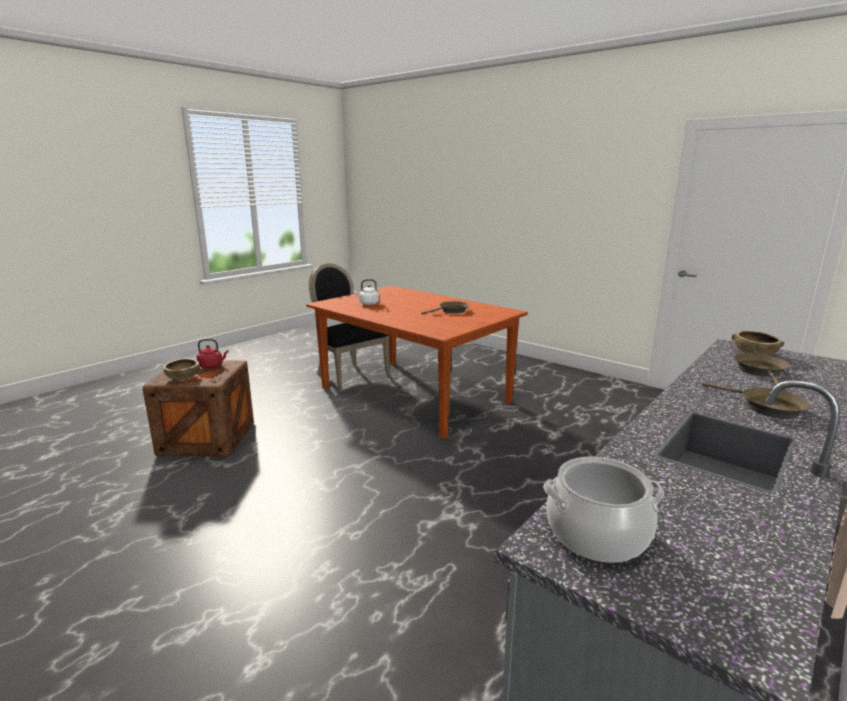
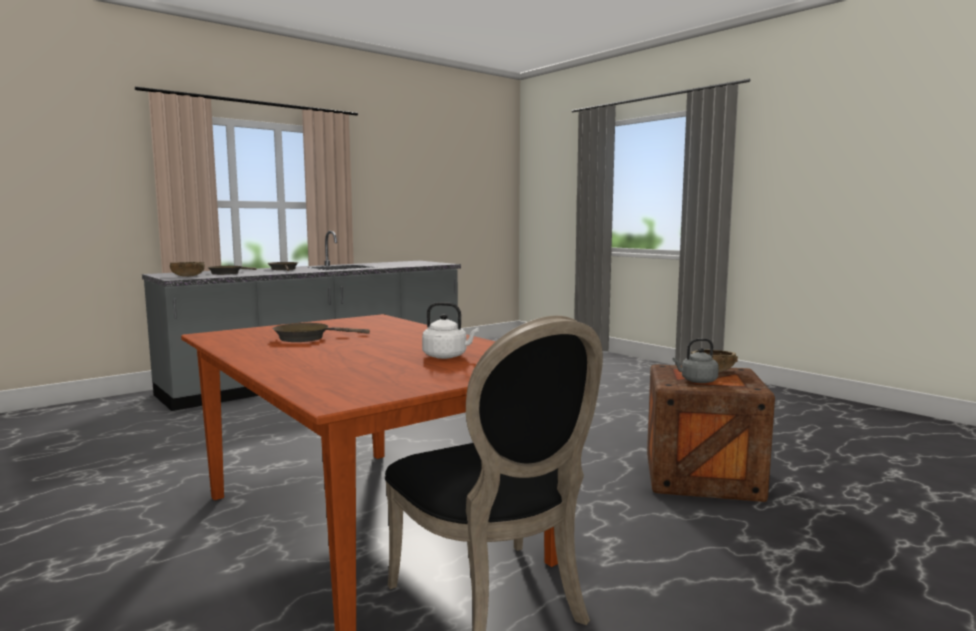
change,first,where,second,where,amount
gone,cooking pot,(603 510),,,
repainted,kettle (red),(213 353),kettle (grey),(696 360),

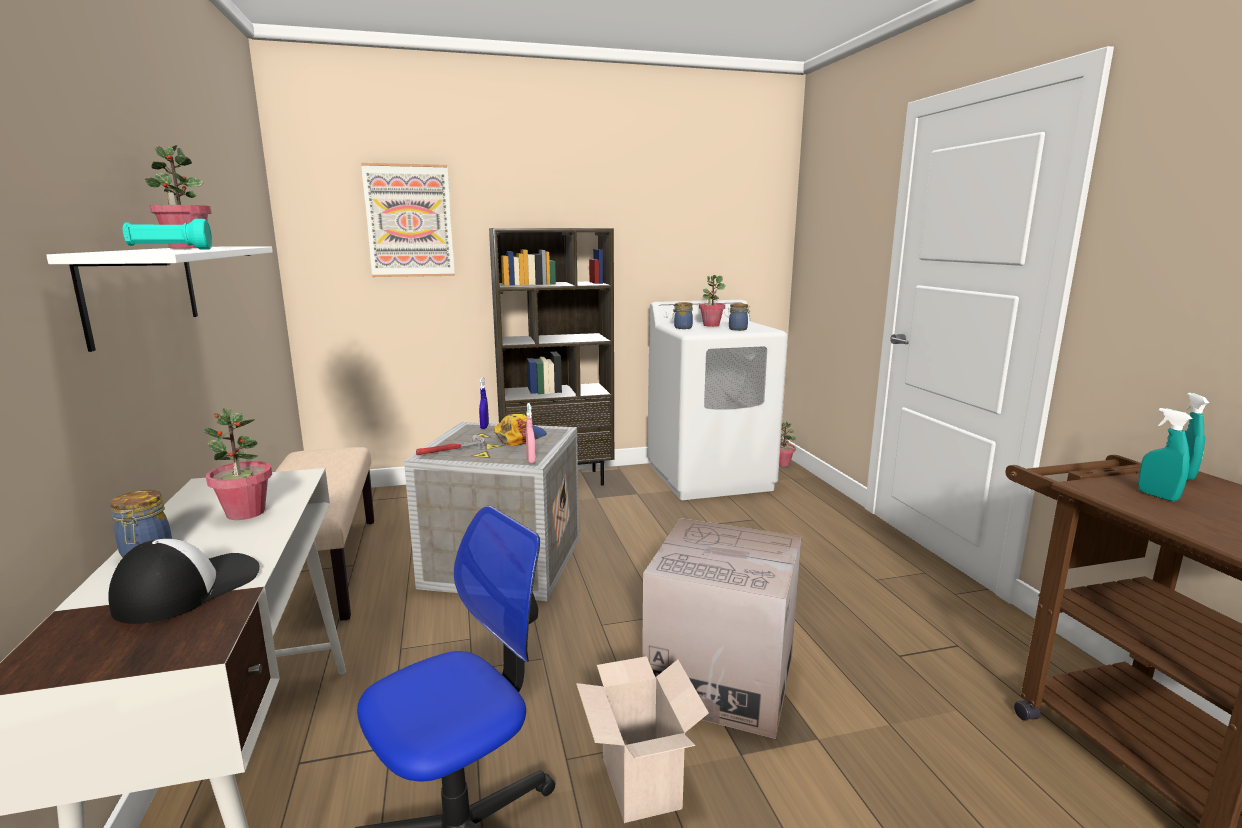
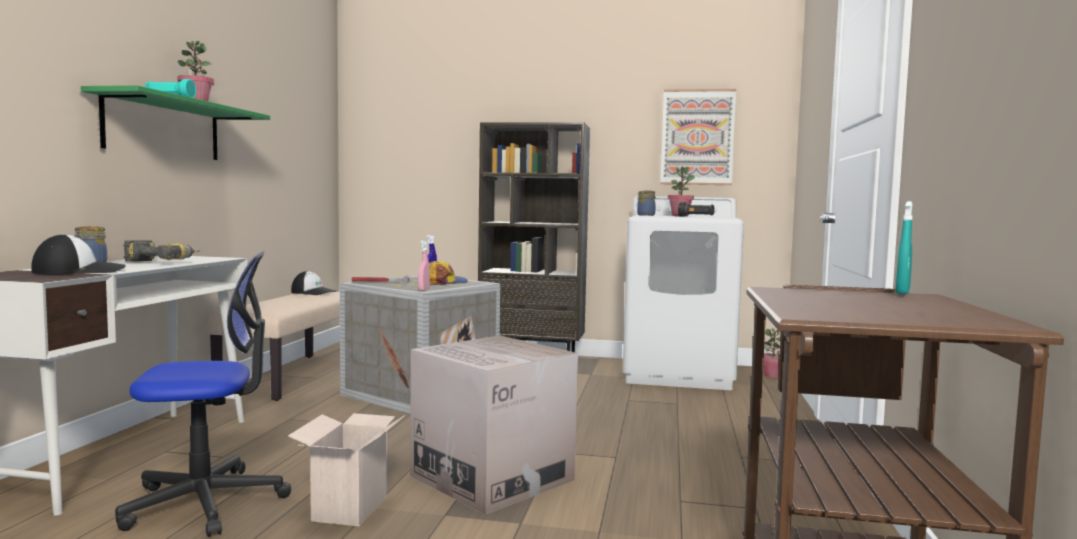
change,first,where,second,where,amount
gone,spray bottle (turquoise),(1165 454),,,
new,,,cap,(313 283),
shifted,picture,(408 220),,(698 137),
swapped,potted plant,(237 463),power drill,(161 251),
swapped,jar,(739 317),flashlight (black),(696 209),
repainted,shelf (white),(159 299),shelf (green),(175 122),

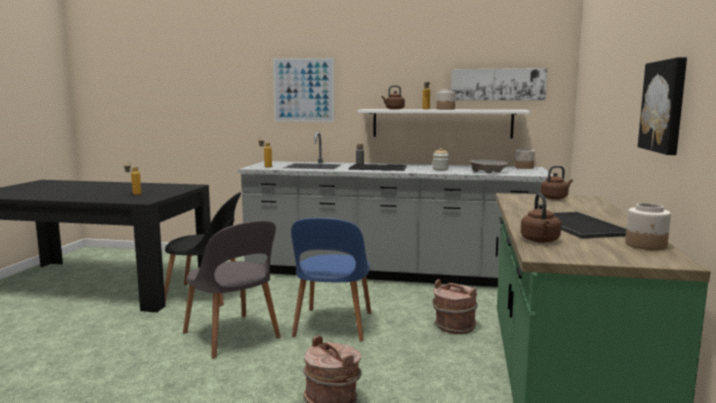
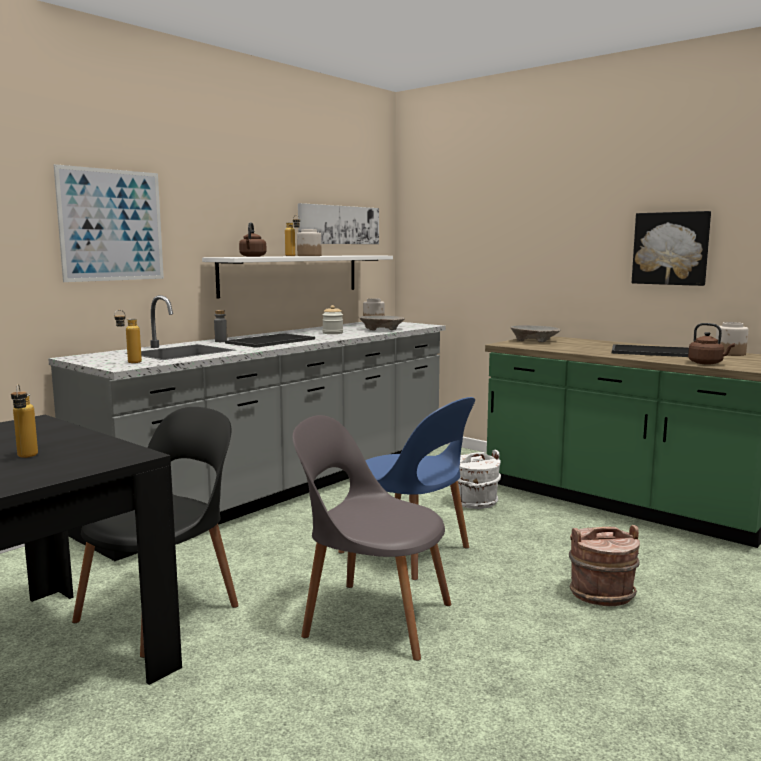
change,first,where,second,where,amount
swapped,kettle (brown),(556 182),bowl (beige),(535 333),
repainted,bucket (brown),(454 306),bucket (white),(476 479),
rotated,chair (grey),(232 290),,(372 538),150 degrees counterclockwise

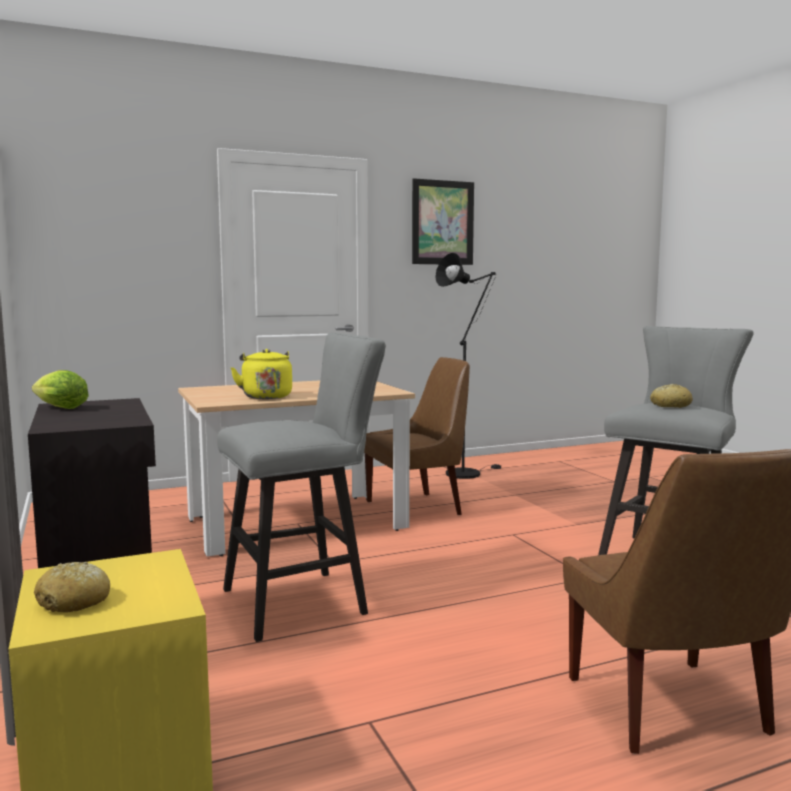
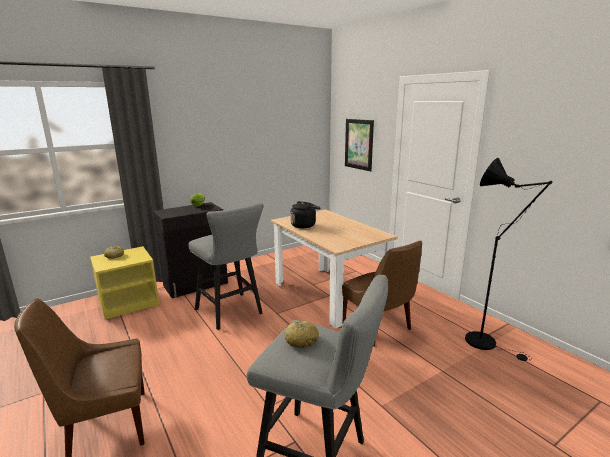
change,first,where,second,where,amount
shifted,picture,(443 221),,(359 145),
repainted,kettle (yellow),(261 374),kettle (black),(305 214),

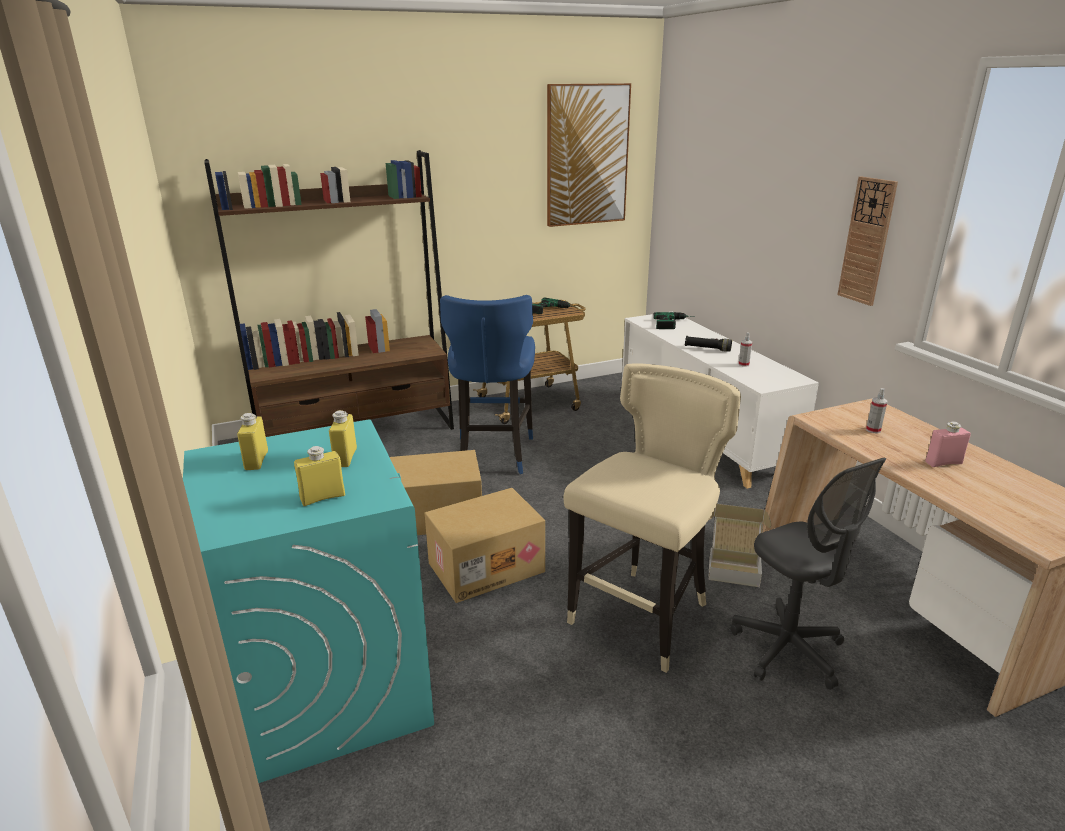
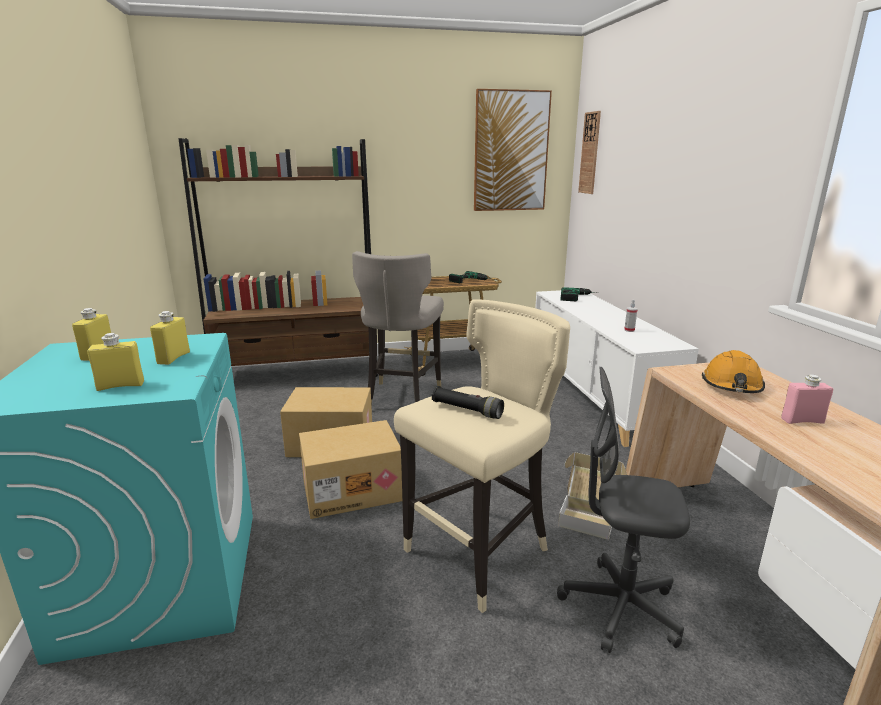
change,first,where,second,where,amount
shifted,flashlight (black),(708 344),,(468 402),
shifted,wall clock,(867 241),,(589 152),
swapped,spray bottle,(877 410),hard hat (orange),(733 371),
repainted,stool (blue),(487 384),stool (grey),(398 327),
rotated,office chair (grey),(808 574),,(623 510),120 degrees clockwise

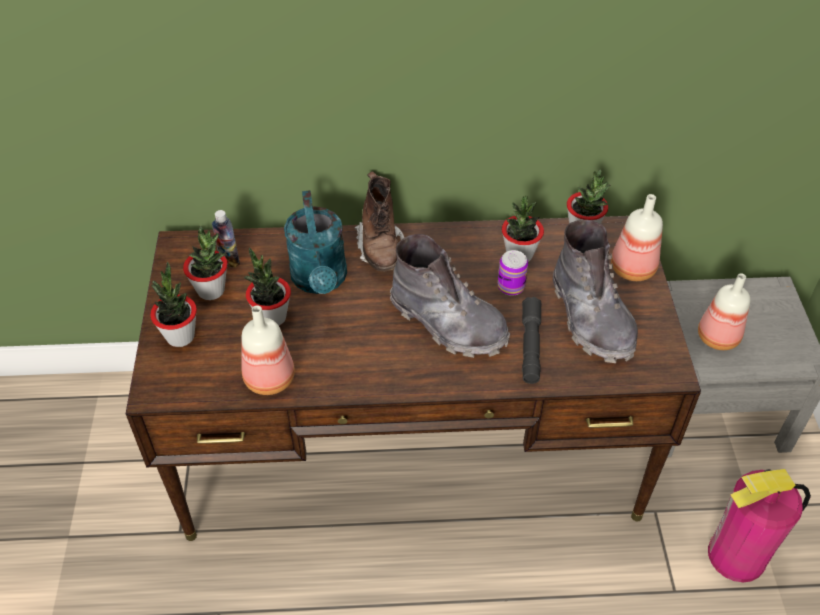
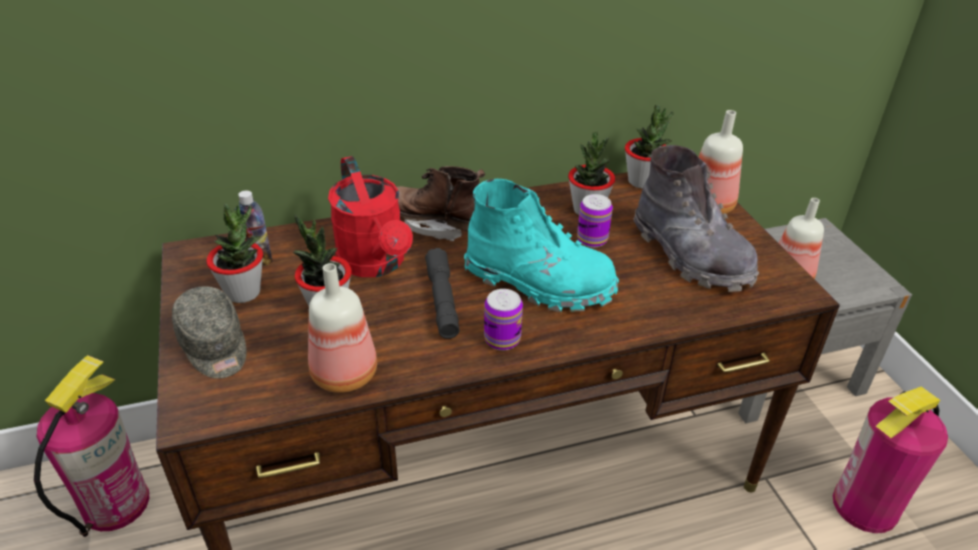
change,first,where,second,where,amount
new,,,fire extinguisher,(91 446),
new,,,can,(503 320),
shifted,flashlight (grey),(532 340),,(442 293),
swapped,potted plant,(173 304),cap (grey),(209 332),
repainted,watering can (turquoise),(315 242),watering can (red),(370 216),
repainted,boot (grey),(450 296),boot (turquoise),(541 245),
rotated,boot (brown),(379 221),,(440 203),135 degrees clockwise

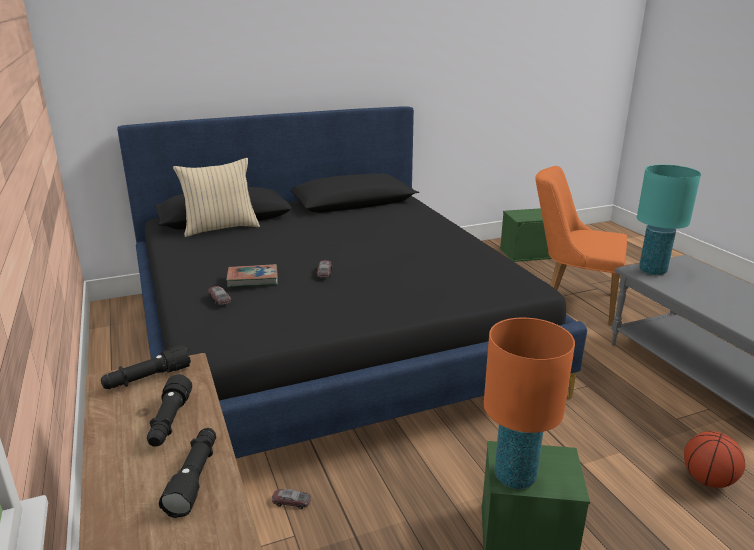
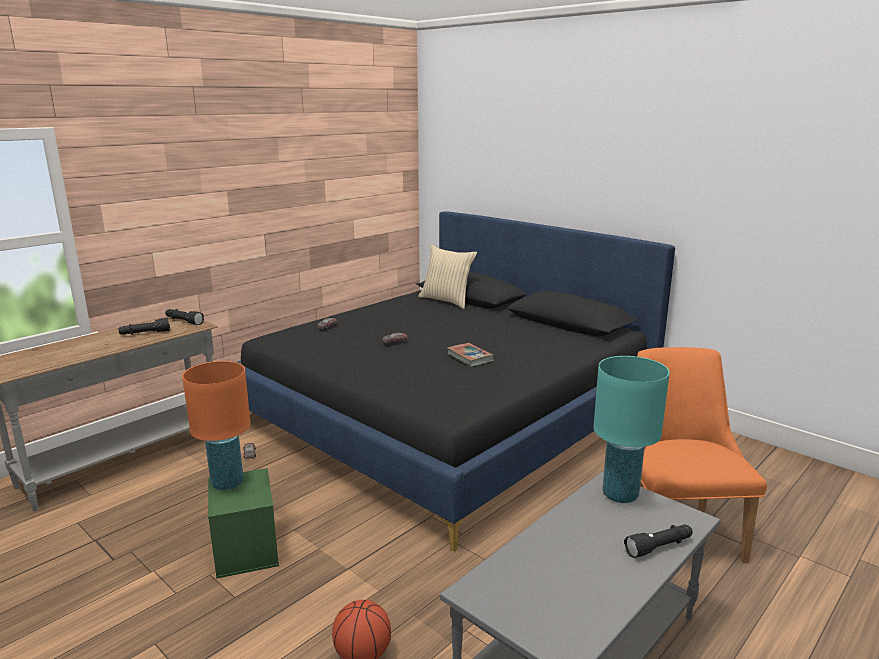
change,first,where,second,where,amount
gone,storage box (green),(526 235),,,
shifted,flashlight (black),(187 473),,(658 541),
shifted,book,(252 275),,(471 355),

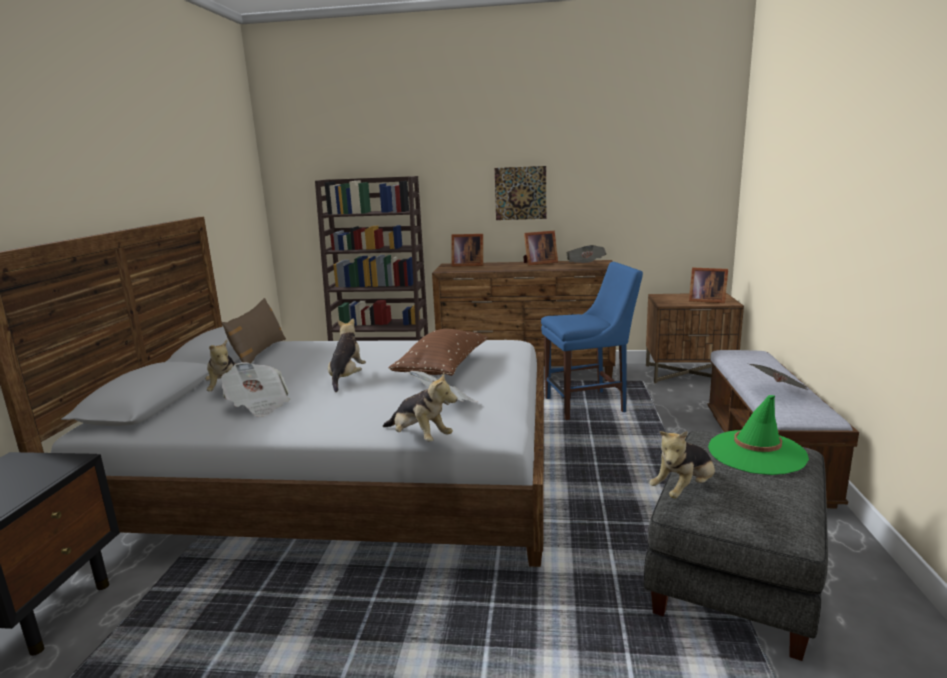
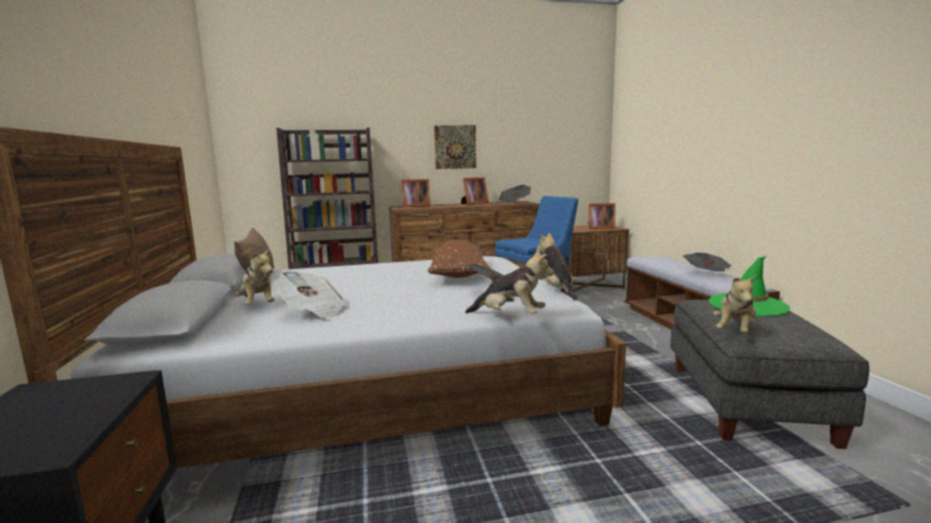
change,first,where,second,where,amount
shifted,plush toy,(347 355),,(557 266),

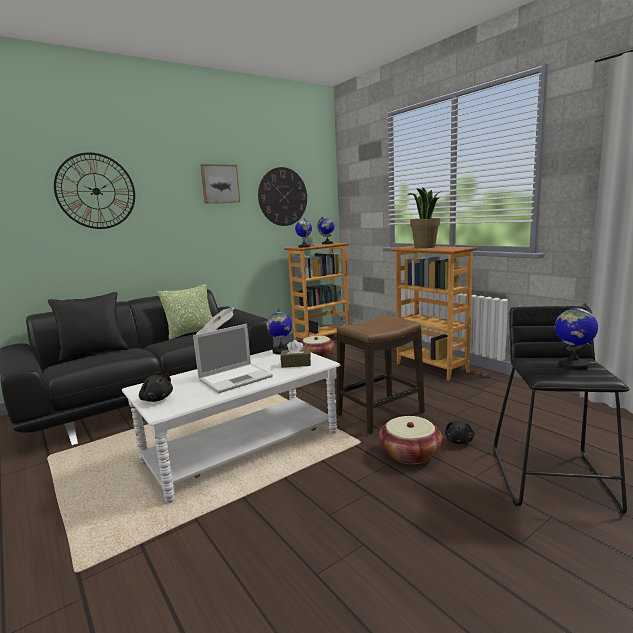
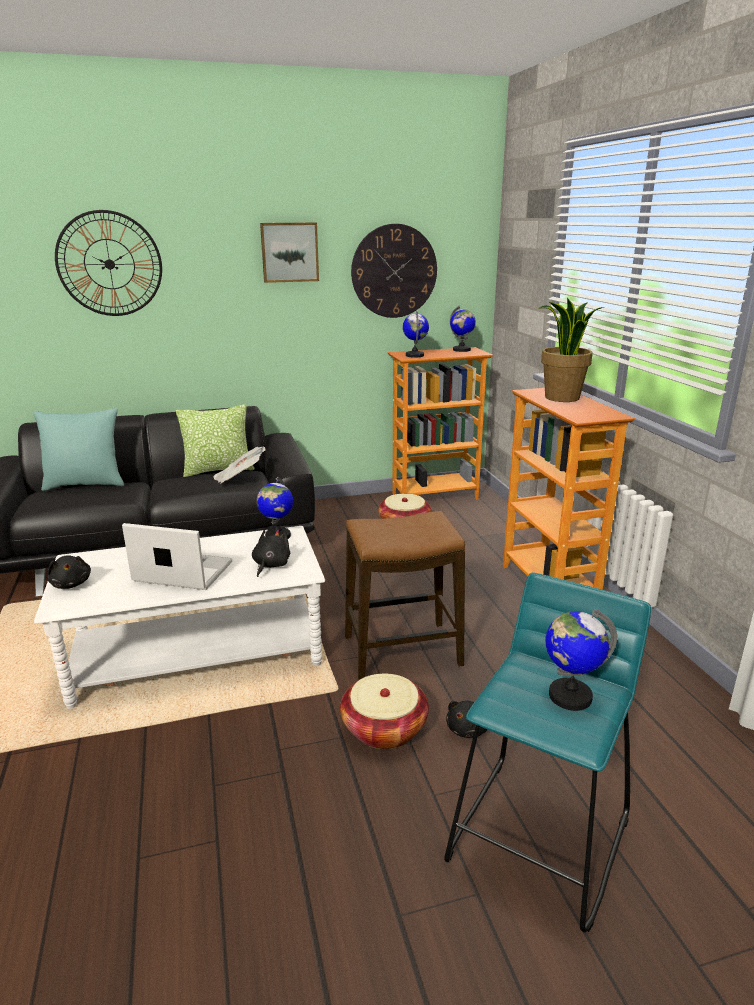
change,first,where,second,where,amount
swapped,tissue box (brown),(295 354),plush toy (black),(271 553),
repainted,pillow (black),(88 327),pillow (turquoise),(78 450),
repainted,stool (black),(562 409),stool (turquoise),(547 752),
rotated,laptop,(233 358),,(177 556),150 degrees counterclockwise

